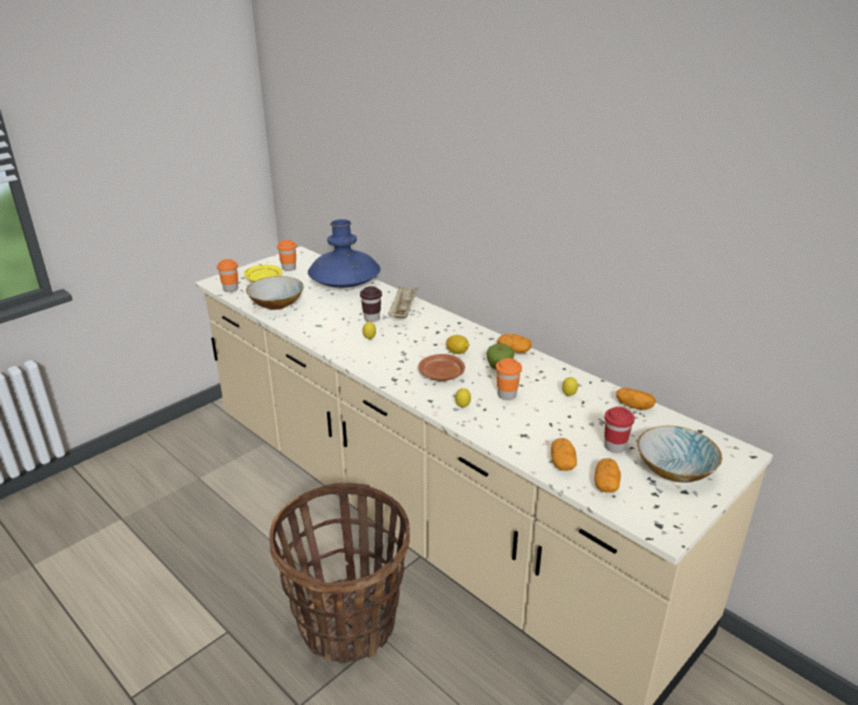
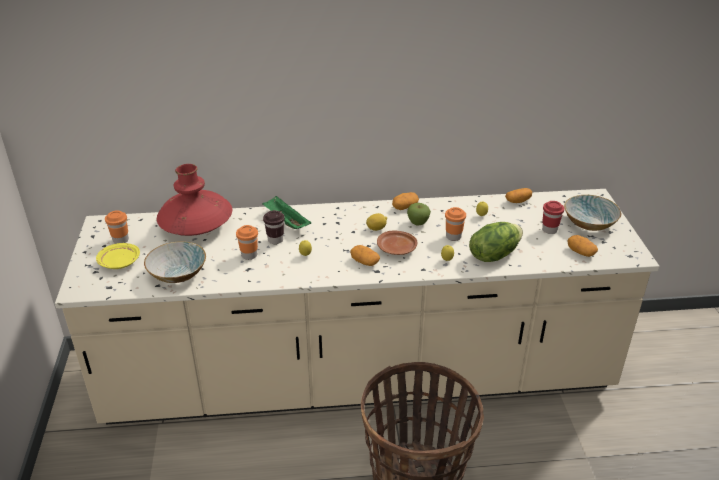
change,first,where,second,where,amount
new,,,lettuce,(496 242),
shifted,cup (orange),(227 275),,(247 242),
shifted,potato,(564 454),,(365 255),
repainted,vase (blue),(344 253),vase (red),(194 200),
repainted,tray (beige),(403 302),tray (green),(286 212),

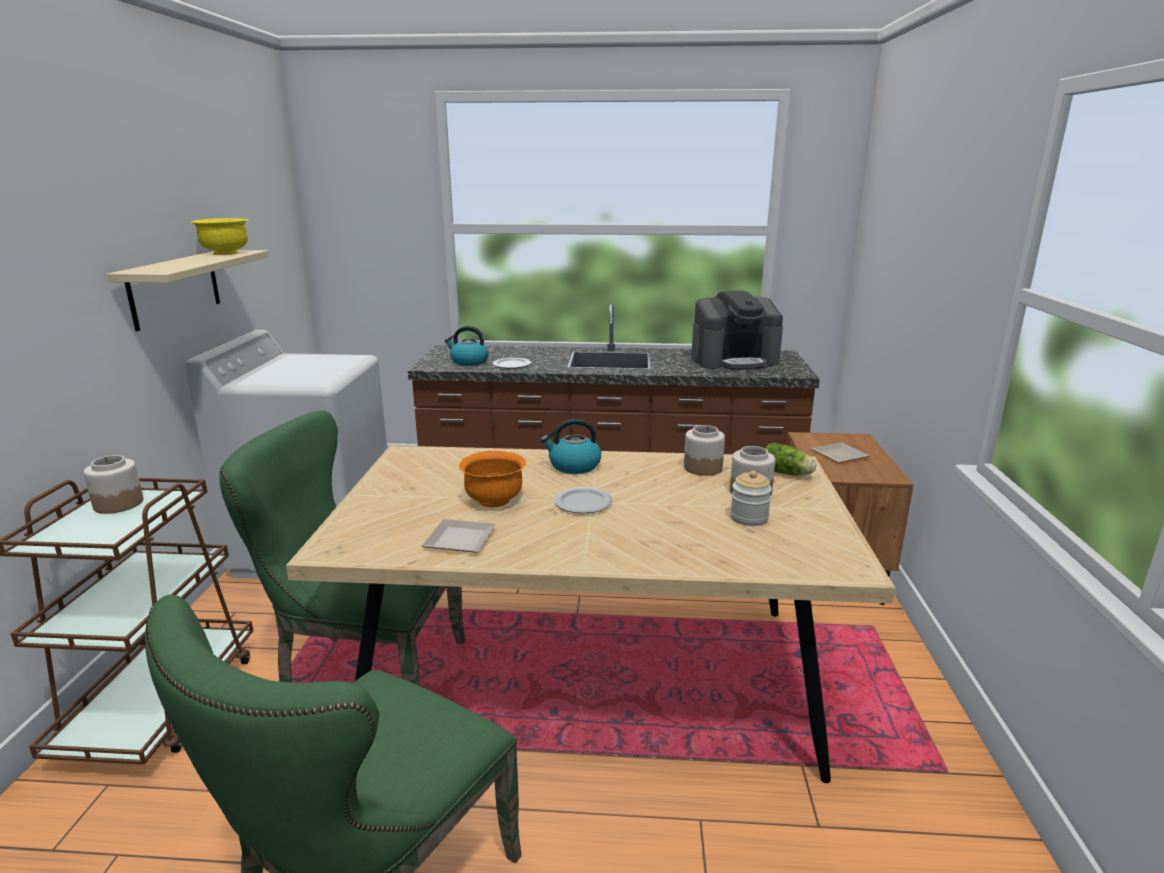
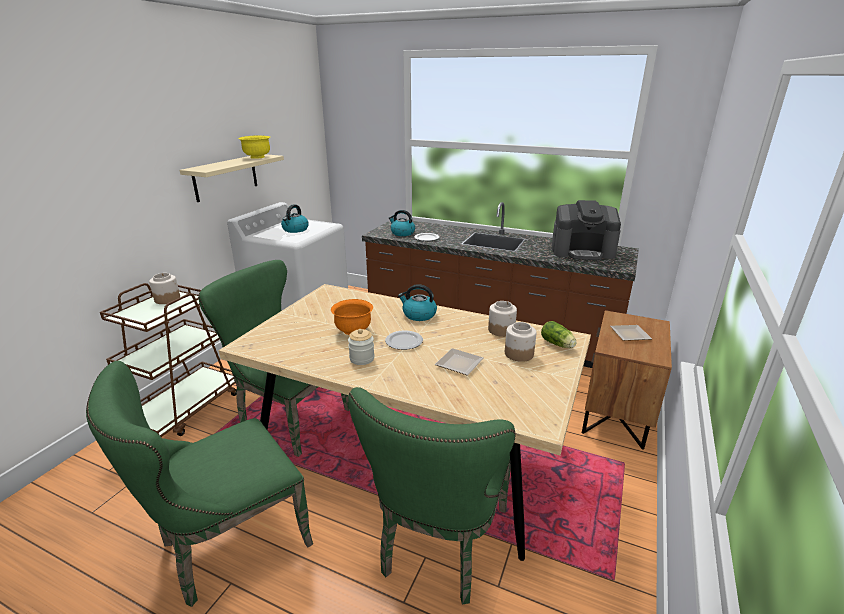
change,first,where,second,where,amount
new,,,kettle,(295 218),
new,,,chair (green),(432 495),
shifted,plate,(459 536),,(459 362),
shifted,jar,(751 498),,(361 347),

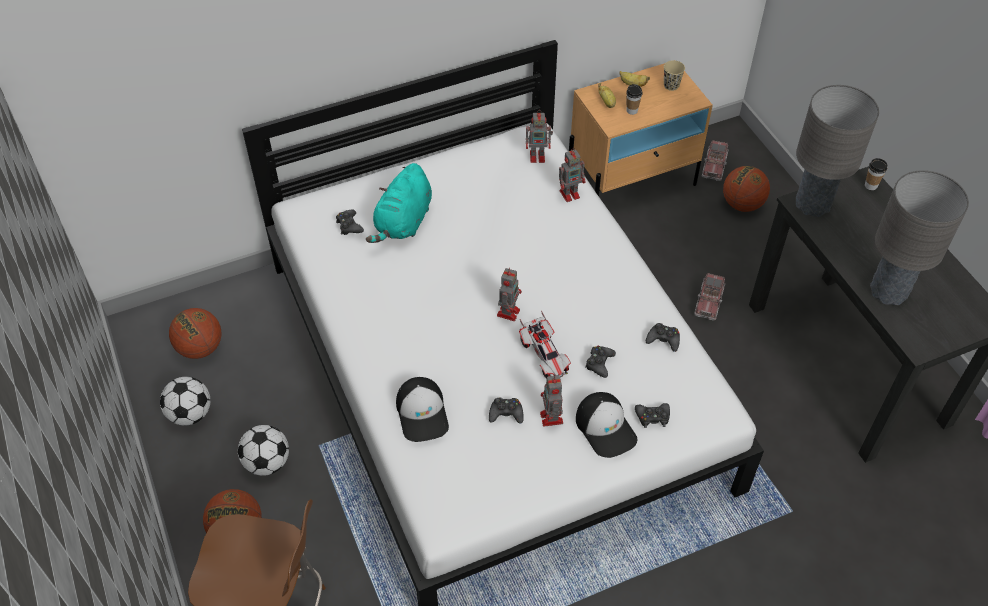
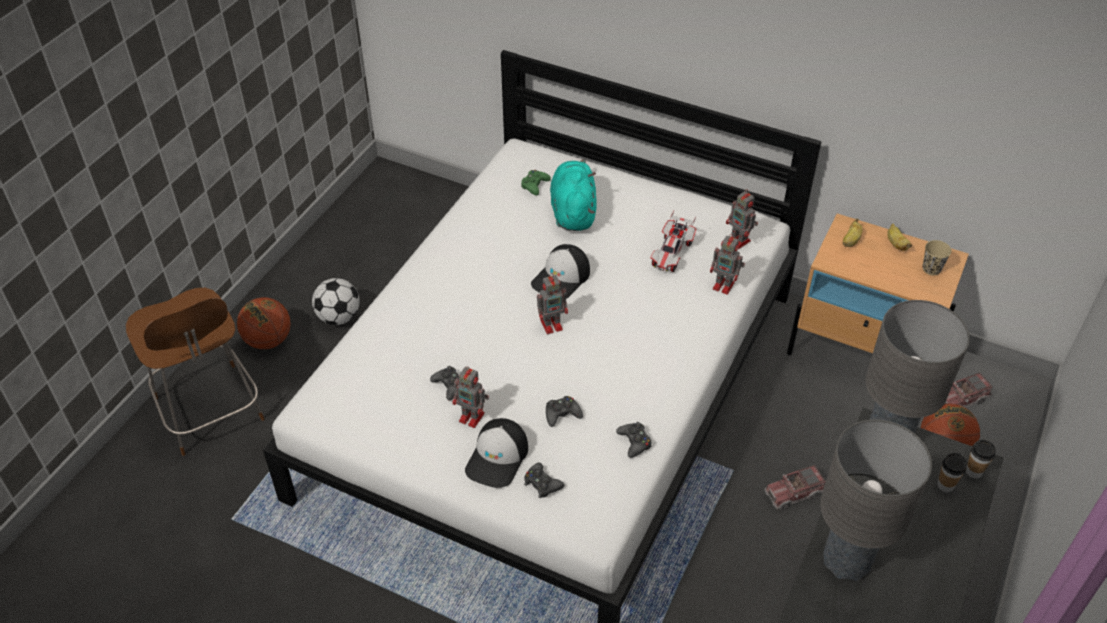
change,first,where,second,where,amount
gone,football,(185 401),,,
gone,basketball,(195 333),,,
shifted,cap,(422 409),,(560 271),
shifted,toy car,(545 344),,(673 241),
shifted,cup,(634 99),,(952 472),
repainted,game controller (black),(350 222),game controller (green),(536 183),
rotated,plush toy (turquoise),(399 203),,(573 195),105 degrees clockwise
rotated,toy robot,(551 401),,(470 397),105 degrees counterclockwise

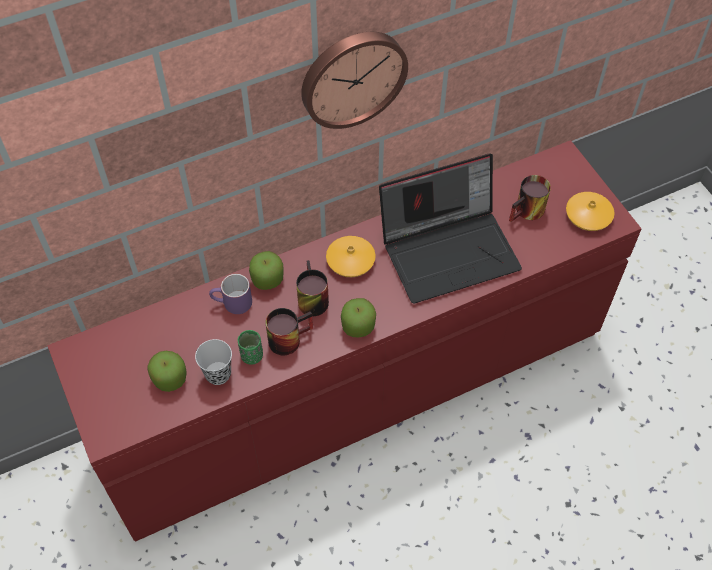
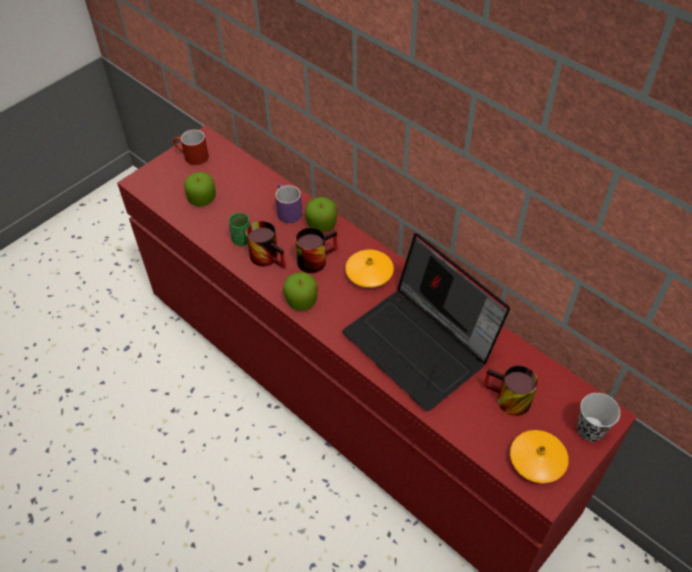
change,first,where,second,where,amount
gone,wall clock,(354 80),,,
new,,,mug (red),(191 147),
shifted,cup (black),(213 362),,(598 417),

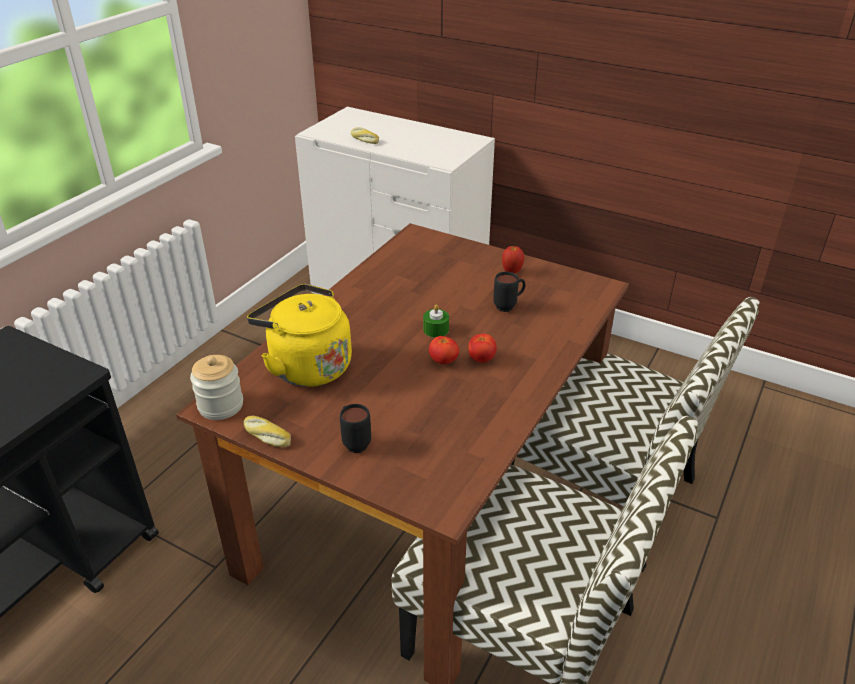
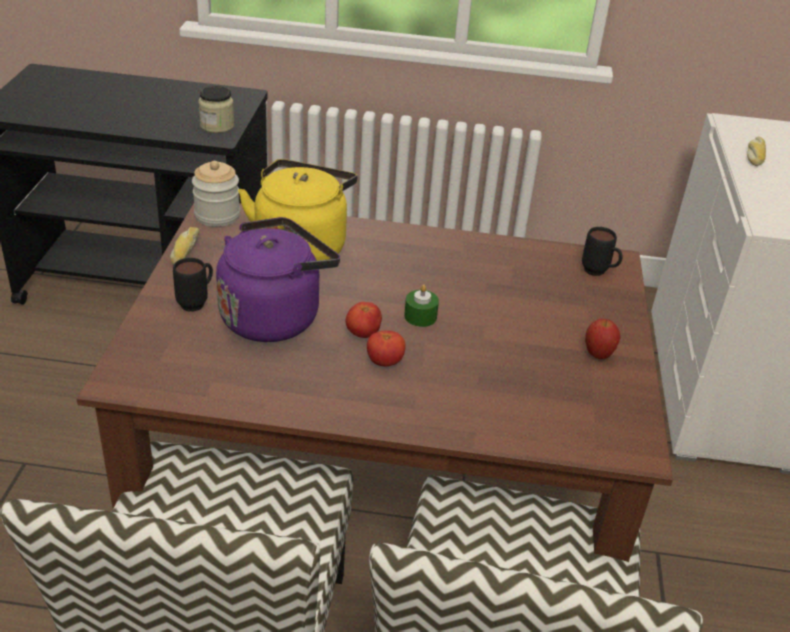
change,first,where,second,where,amount
new,,,jar,(216 109),
new,,,kettle (purple),(278 279),
shifted,mug (black),(509 292),,(602 251),

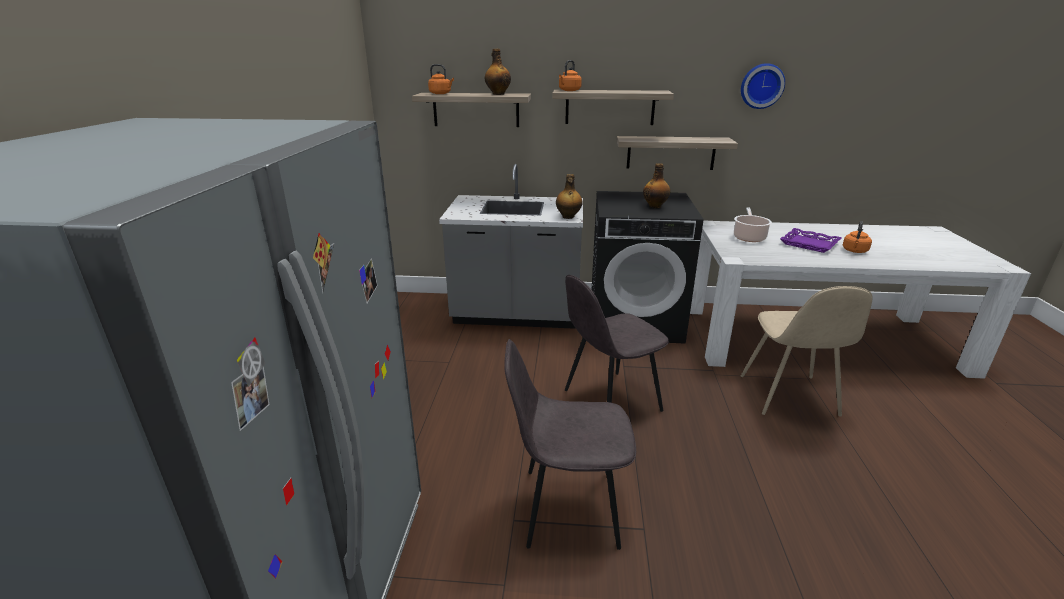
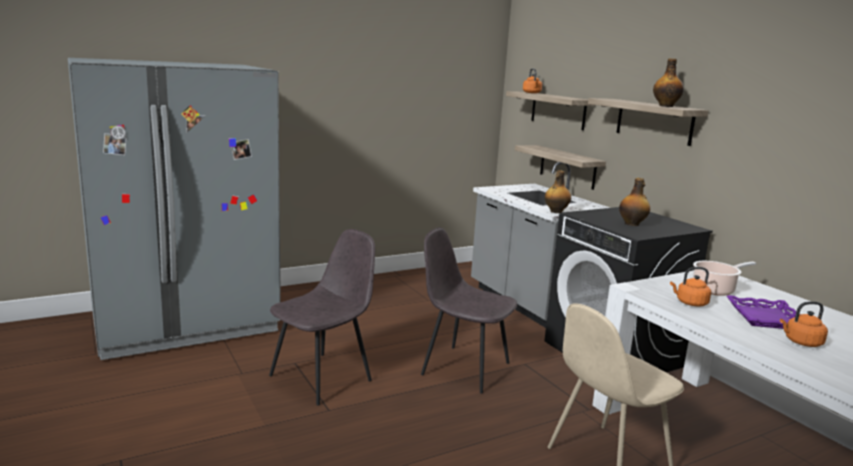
change,first,where,second,where,amount
gone,wall clock,(763 86),,,
shifted,bottle,(498 72),,(668 82),
shifted,kettle (orange),(570 75),,(690 287),
shifted,shelf,(677 153),,(560 167),
rotated,chair (grey),(570 444),,(322 317),75 degrees clockwise

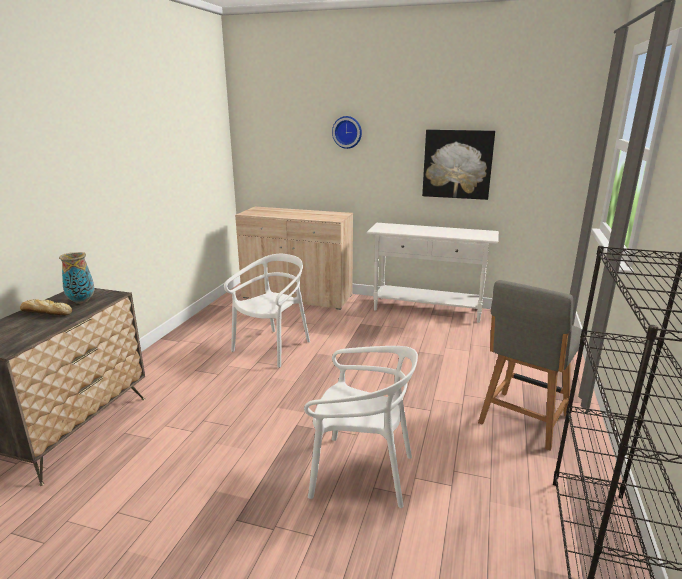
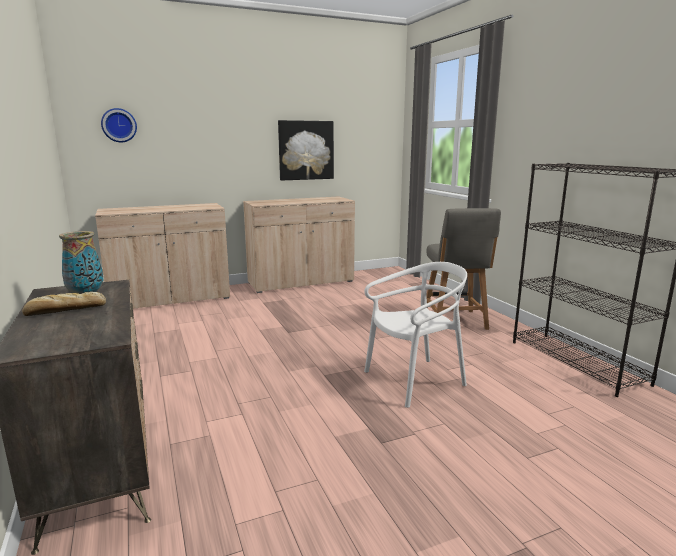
change,first,where,second,where,amount
gone,chair (white),(267 311),,,
shifted,wall clock,(347 132),,(119 125),
swapped,console table (white),(433 273),cabinet (beige),(299 245),

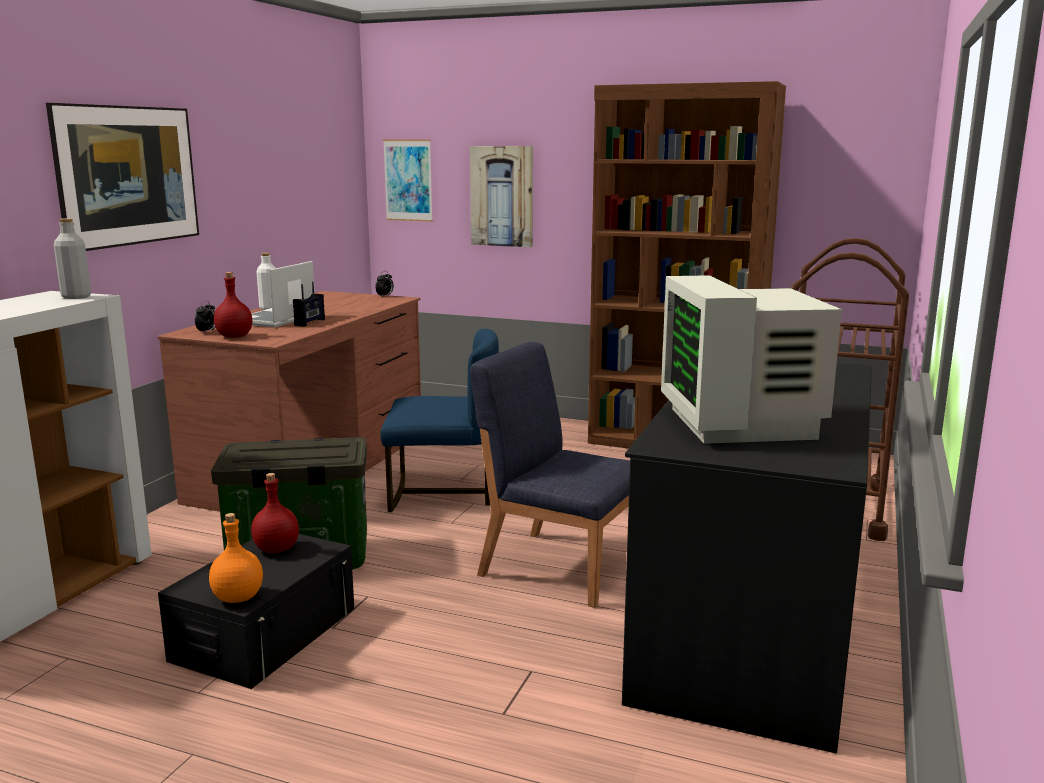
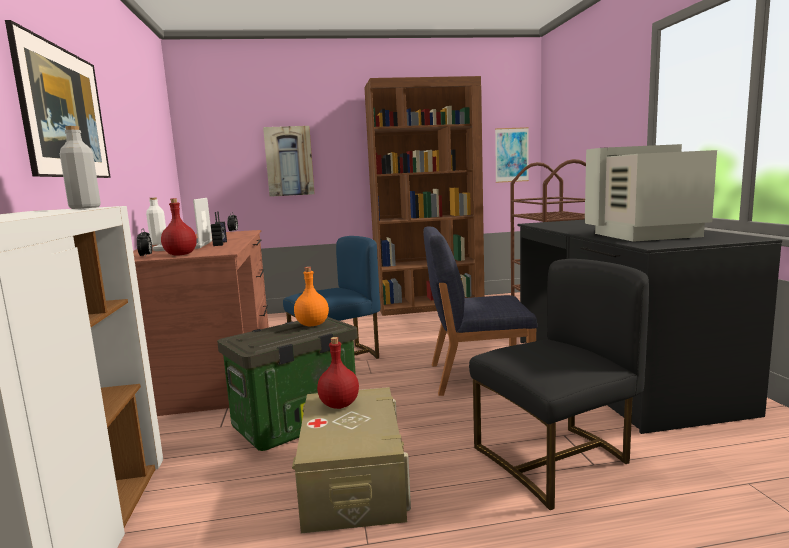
change,first,where,second,where,amount
new,,,chair (black),(559 384),
shifted,bottle (orange),(236 558),,(311 296),
shifted,picture,(408 181),,(512 155),
repainted,storage box (black),(256 611),storage box (beige),(351 460),
rotated,monitor,(751 359),,(651 193),120 degrees clockwise

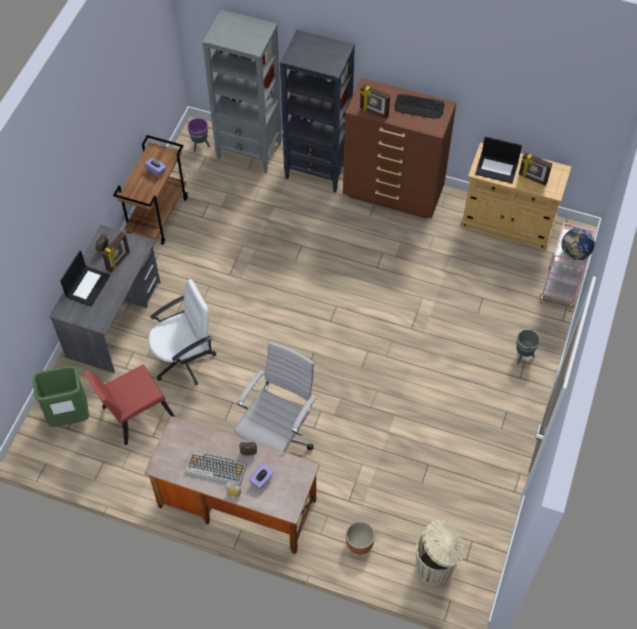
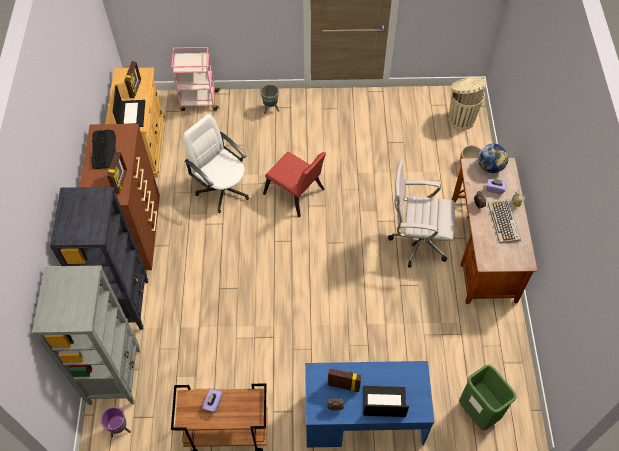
change,first,where,second,where,amount
shifted,chair (red),(129 404),,(294 184),
shifted,office chair (white),(182 332),,(216 163),
shifted,globe,(578 244),,(493 158),
repainted,desk (grey),(105 299),desk (blue),(369 404),

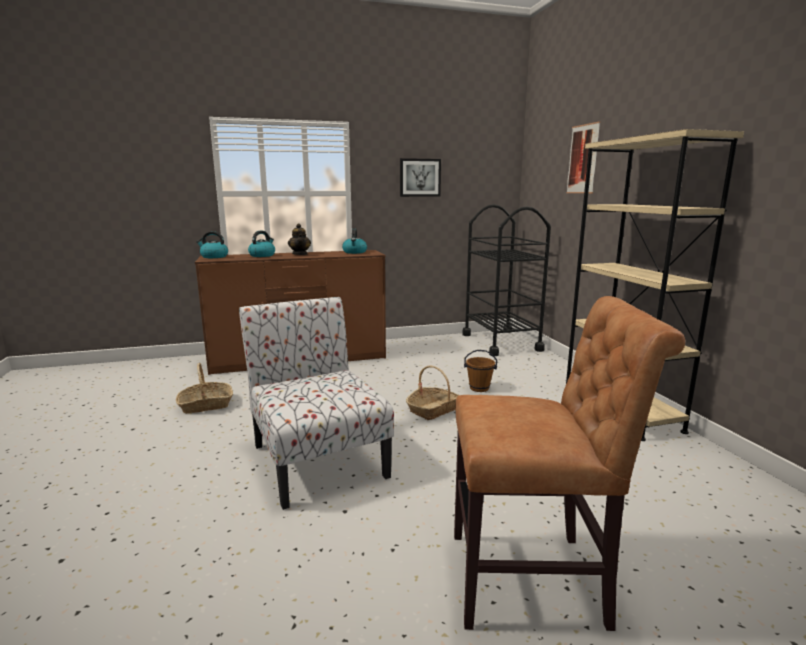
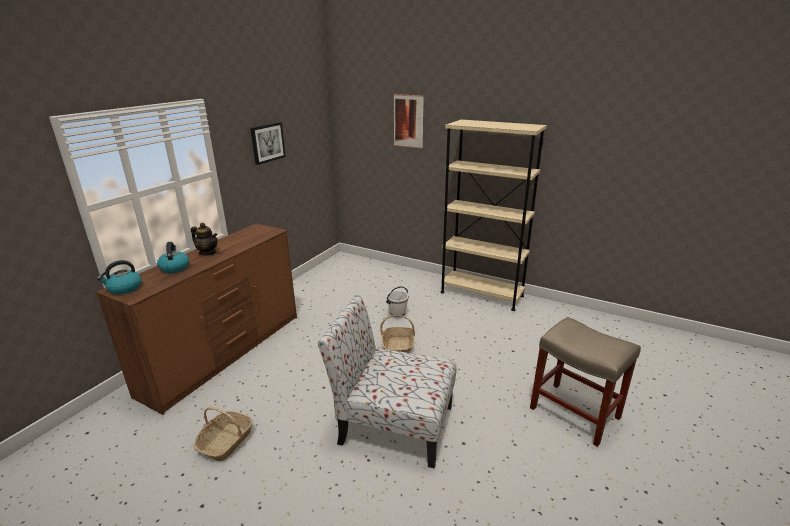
change,first,where,second,where,amount
gone,kettle,(354 241),,,
gone,cart (black),(506 280),,,
swapped,chair (brown),(569 463),stool (beige),(585 382),
repainted,bucket (brown),(480 371),bucket (white),(397 302),

